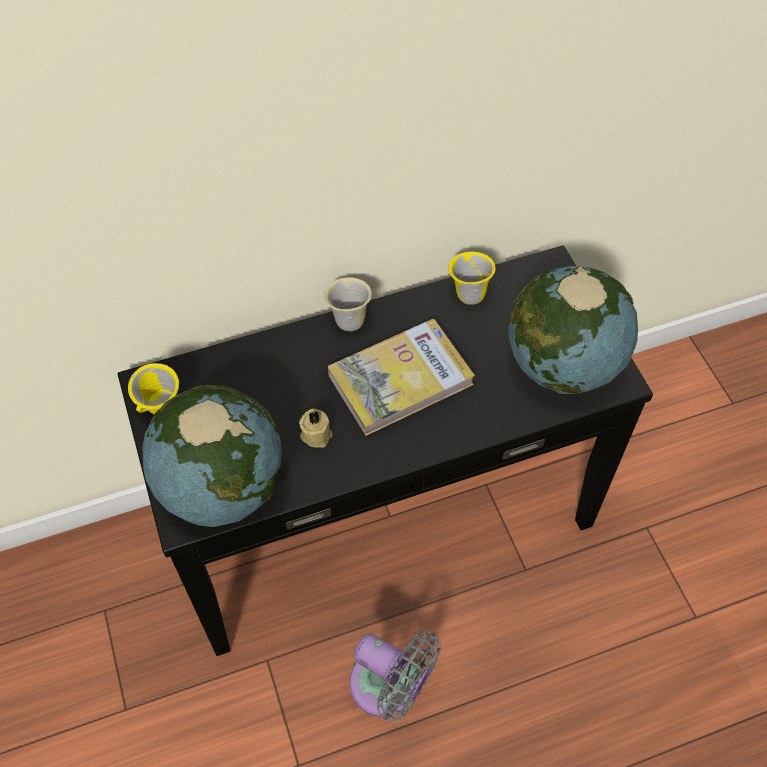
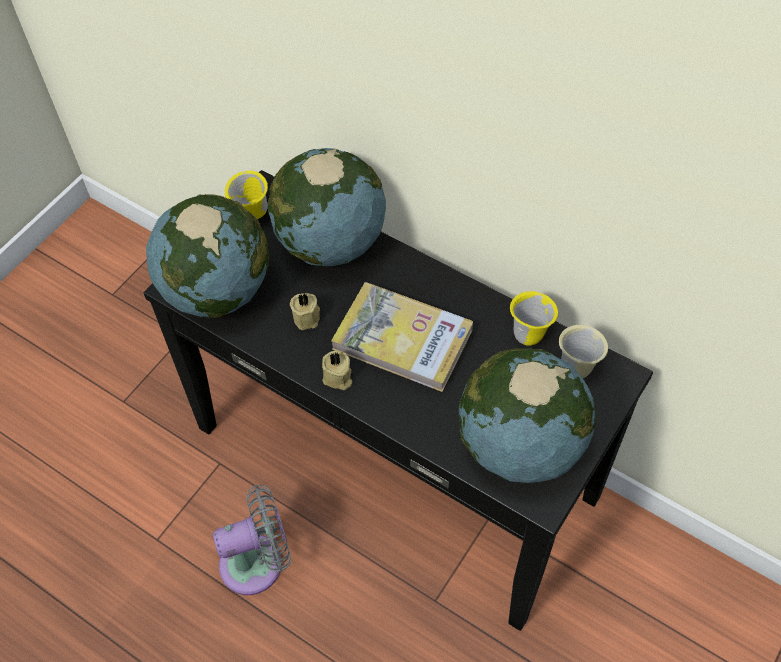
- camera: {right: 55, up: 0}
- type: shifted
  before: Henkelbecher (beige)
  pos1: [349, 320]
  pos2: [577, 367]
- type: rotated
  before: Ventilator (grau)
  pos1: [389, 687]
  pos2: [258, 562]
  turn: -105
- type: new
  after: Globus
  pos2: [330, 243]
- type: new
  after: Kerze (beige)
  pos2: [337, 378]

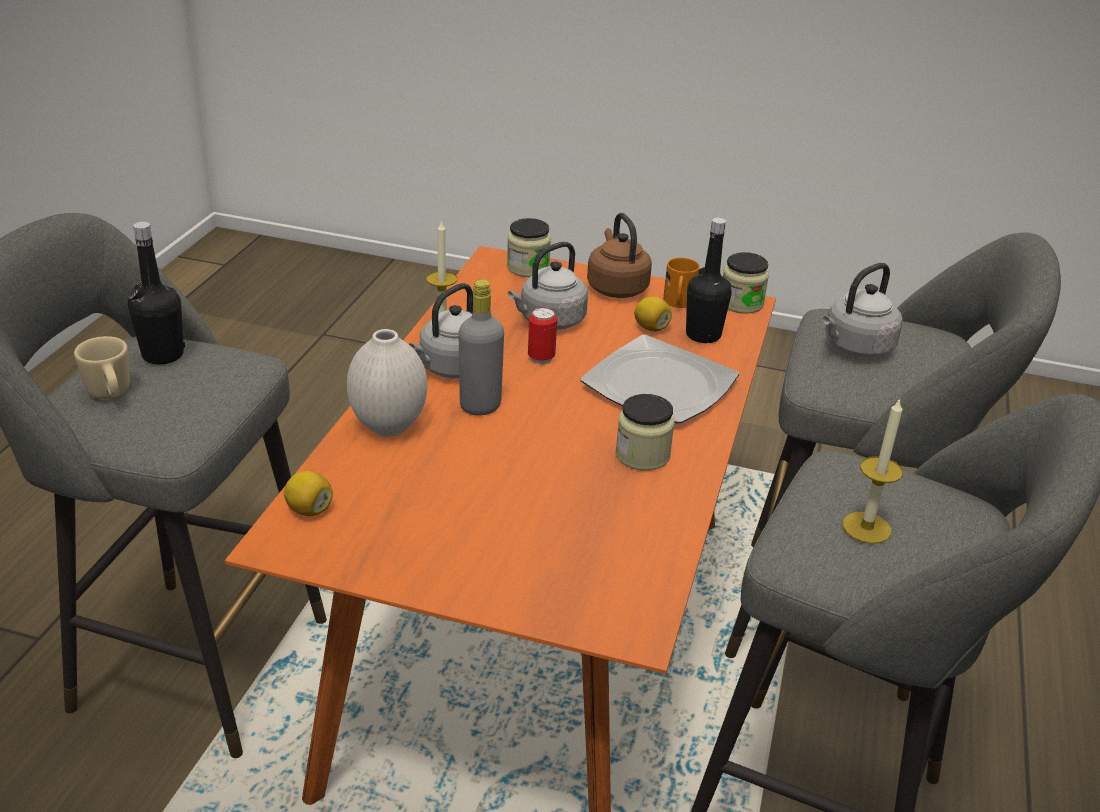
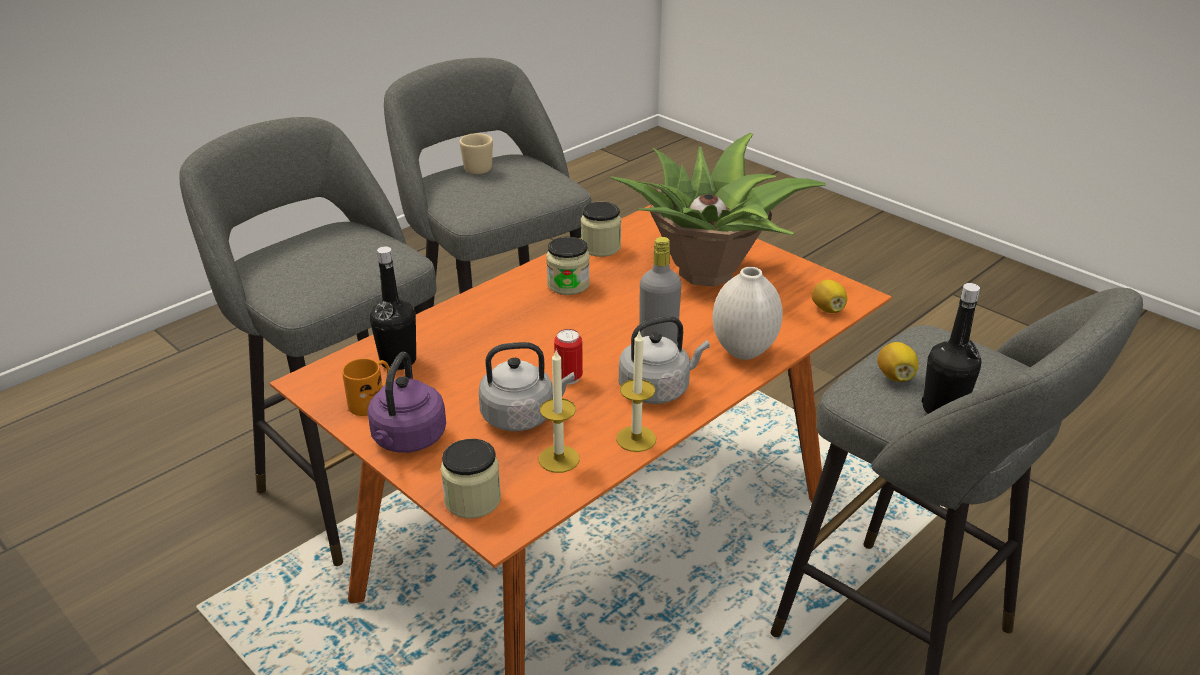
- camera: {right: -150, up: 0}
- type: repainted
  before: Wasserkessel (braun)
  after: Wasserkessel (lila)
  pos1: [616, 287]
  pos2: [407, 440]
- type: shifted
  before: Vorratsglas
  pos1: [741, 303]
  pos2: [600, 247]
- type: gone
  before: Wasserkessel (grau)
  pos1: [855, 348]
- type: shifted
  before: Zitrone
  pos1: [651, 328]
  pos2: [895, 376]
- type: gone
  before: Teller
  pos1: [657, 385]
- type: shifted
  before: Henkelbecher (beige)
  pos1: [111, 395]
  pos2: [478, 168]
- type: shifted
  before: Kerze
  pos1: [866, 528]
  pos2: [559, 459]
- type: new
  after: Topfpflanze
  pos2: [709, 272]

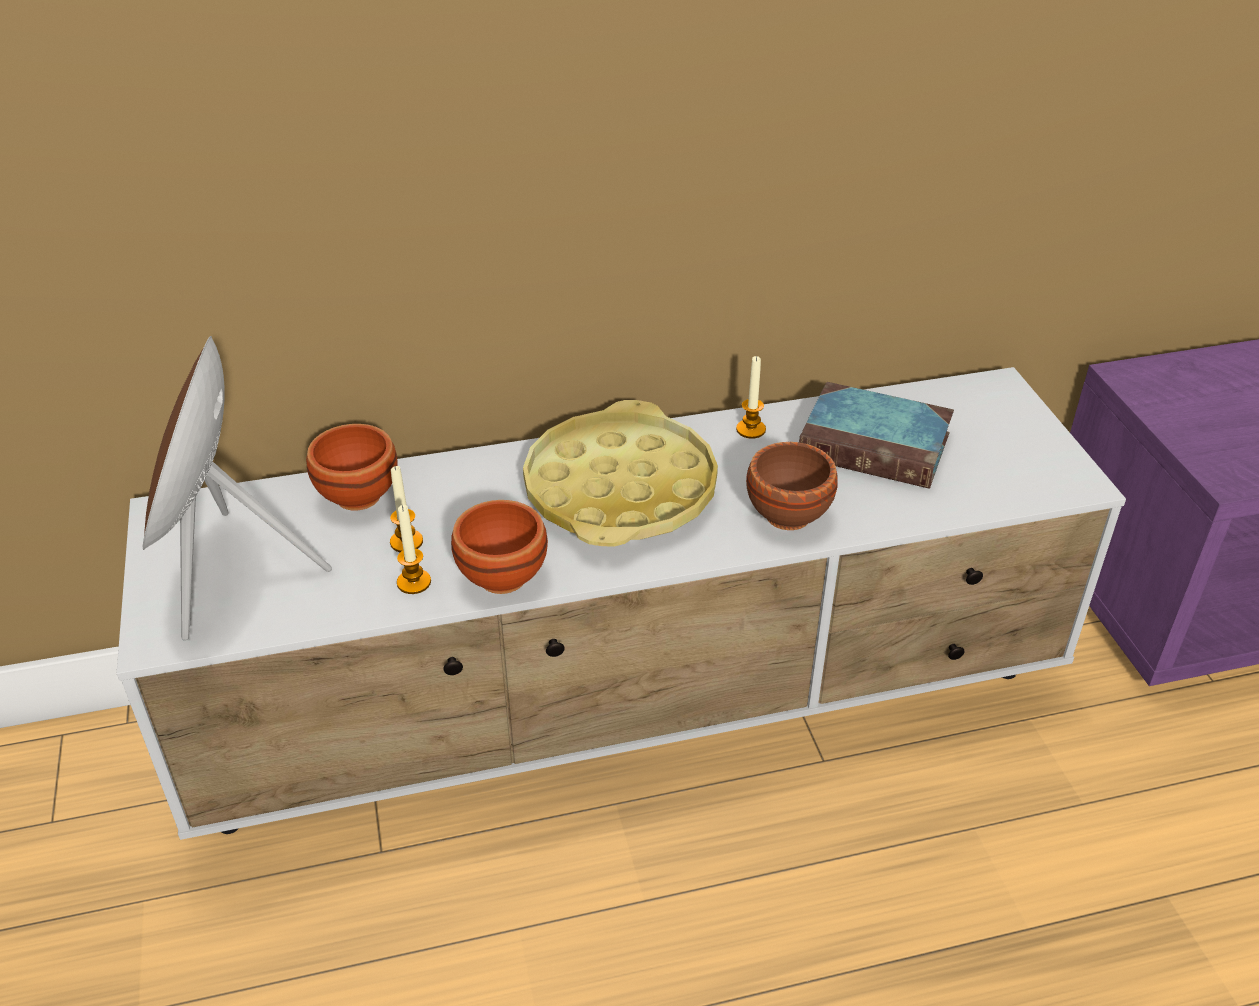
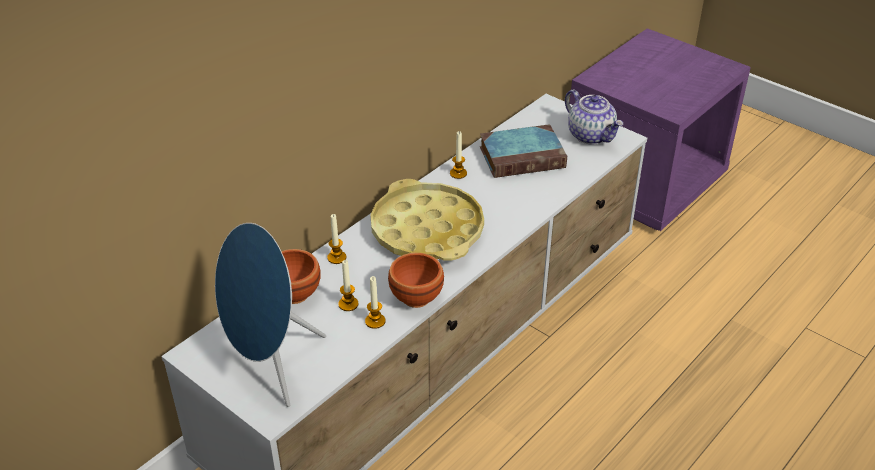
- camera: {right: -35, up: 0}
- type: repainted
  before: Lautsprecher (braun)
  after: Lautsprecher (blau)
  pos1: [227, 574]
  pos2: [270, 365]
- type: gone
  before: Schüssel (braun)
  pos1: [785, 515]
- type: new
  after: Teekanne
  pos2: [591, 135]
- type: new
  after: Kerze
  pos2: [336, 258]

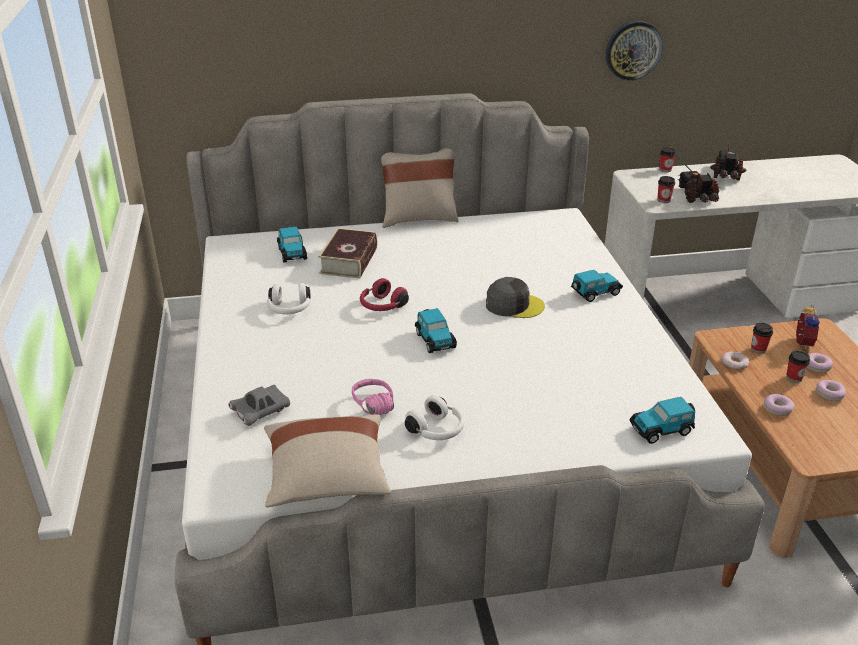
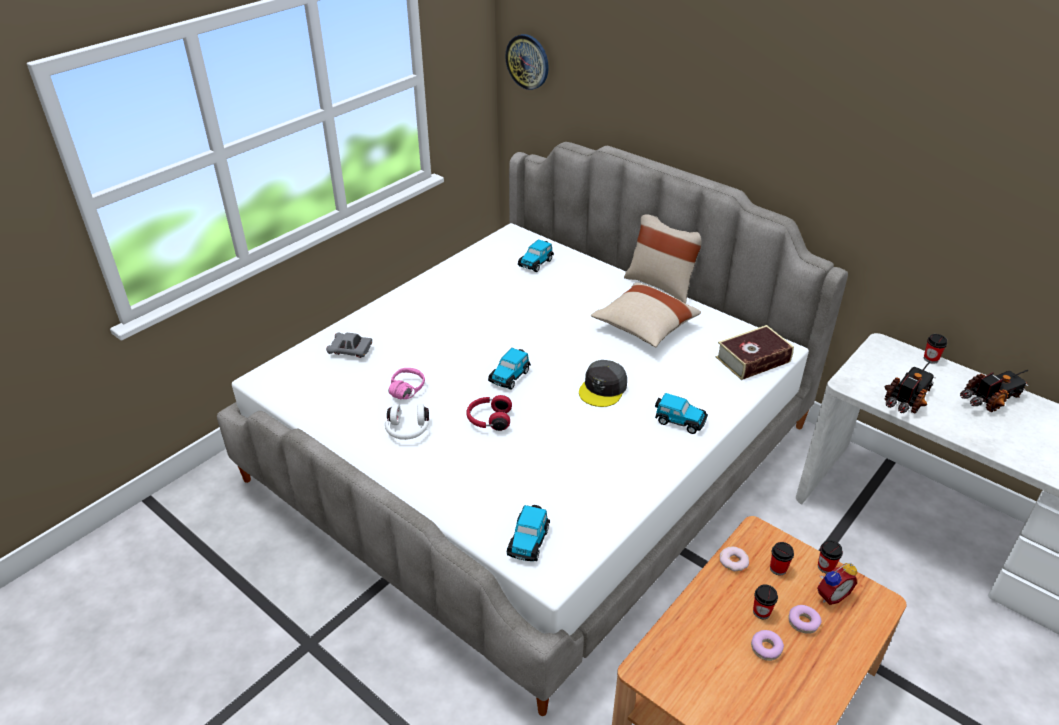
- camera: {right: 50, up: 5}
- type: shifted
  before: Wanduhr
  pos1: [633, 50]
  pos2: [528, 61]
- type: shifted
  before: Tasse
  pos1: [663, 200]
  pos2: [825, 567]
- type: shifted
  before: Buch
  pos1: [349, 261]
  pos2: [753, 359]
- type: rotated
  before: Kappe (grau)
  pos1: [513, 305]
  pos2: [603, 388]
  turn: 60
- type: shifted
  before: Kopfhörer (rot)
  pos1: [382, 306]
  pos2: [489, 420]
- type: gone
  before: Kopfhörer (weiß)
  pos1: [289, 309]
- type: gone
  before: Donut
  pos1: [777, 409]
- type: rotated
  before: Spielzeugauto
  pos1: [662, 429]
  pos2: [528, 541]
  turn: -105
- type: shifted
  before: Kissen (beige)
  pos1: [327, 477]
  pos2: [644, 327]

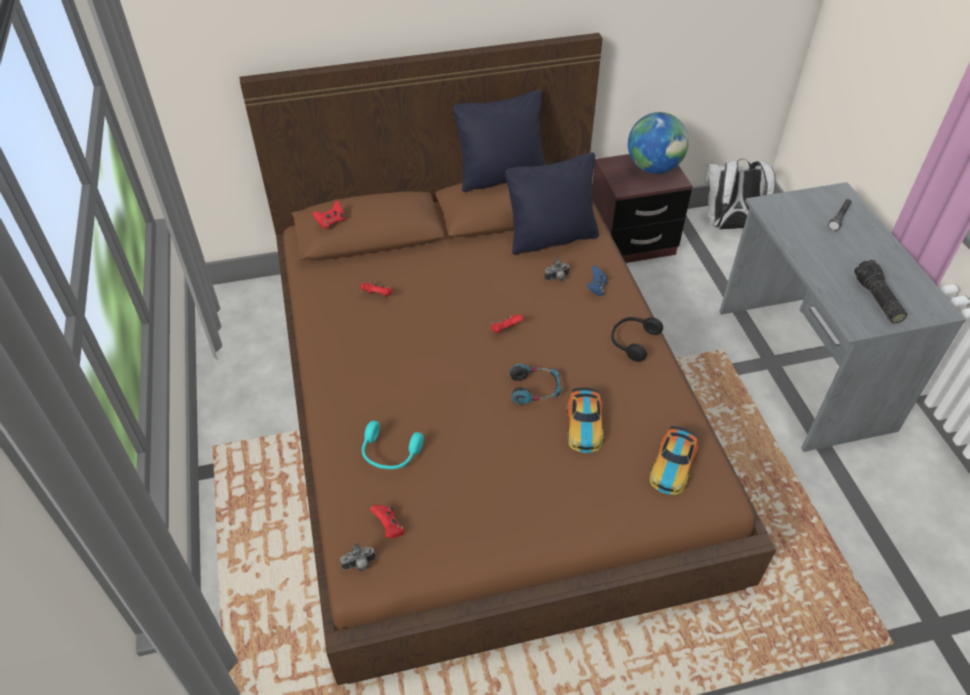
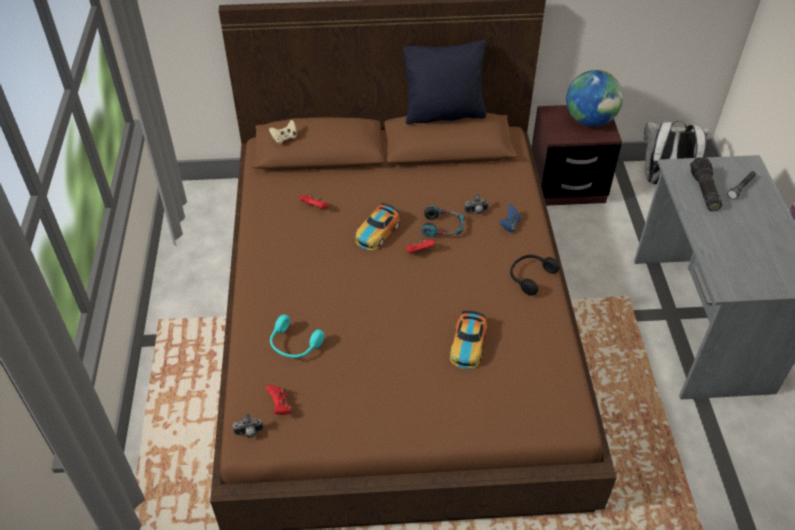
- camera: {right: 10, up: 0}
- type: gone
  before: Kissen (schwarz)
  pos1: [551, 238]
- type: repainted
  before: Gamepad (rot)
  after: Gamepad (beige)
  pos1: [331, 222]
  pos2: [284, 138]
- type: shifted
  before: Taschenlampe
  pos1: [876, 299]
  pos2: [703, 190]
- type: shifted
  before: Kopfhörer
  pos1: [534, 389]
  pos2: [442, 227]
- type: shifted
  before: Spielzeugauto
  pos1: [672, 466]
  pos2: [377, 232]

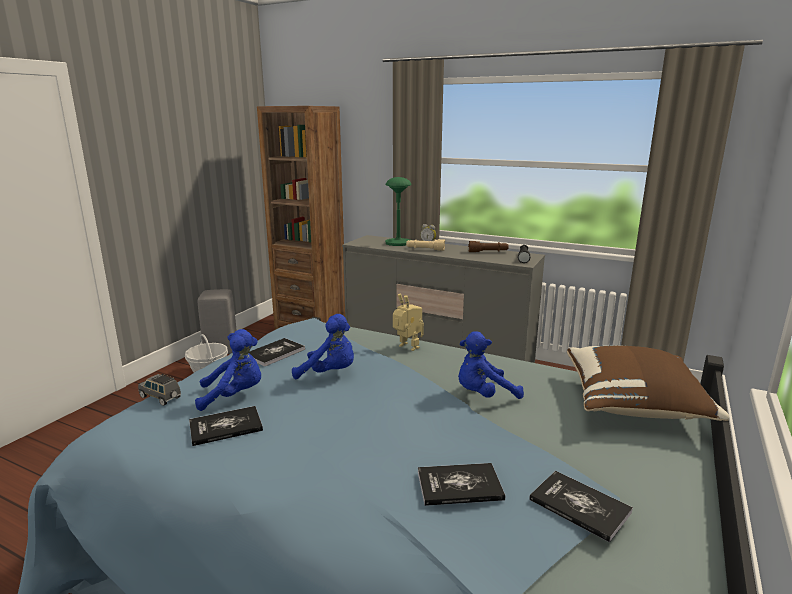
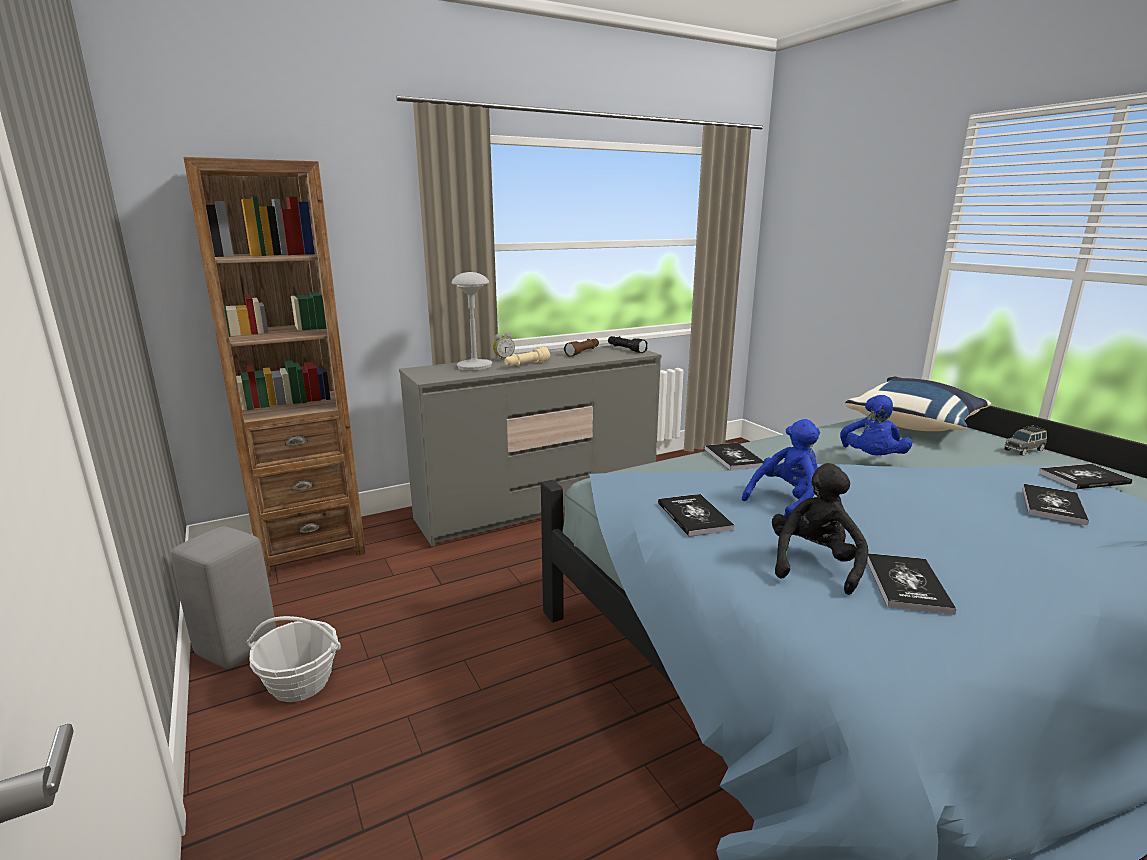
- camera: {right: -55, up: 0}
- type: repainted
  before: Tischlampe (grün)
  after: Tischlampe (grau)
  pos1: [398, 243]
  pos2: [474, 366]
- type: swapped
  before: Spielzeugroboter
  after: Buch
  pos1: [407, 348]
  pos2: [734, 457]
- type: repainted
  before: Plüschtier (blau)
  after: Plüschtier (schwarz)
  pos1: [234, 395]
  pos2: [814, 564]
- type: repainted
  before: Kissen (braun)
  after: Kissen (blau)
  pos1: [634, 405]
  pos2: [915, 425]
- type: shifted
  before: Spielzeugauto (grau)
  pos1: [160, 397]
  pos2: [1024, 450]

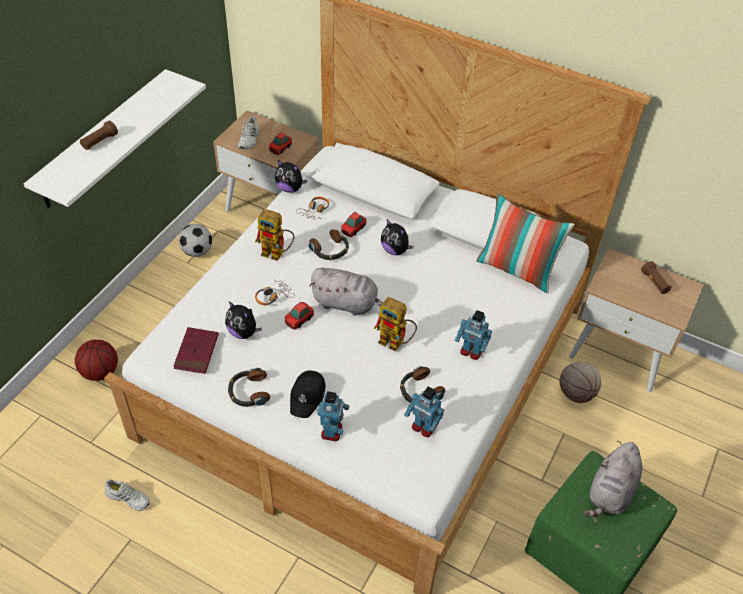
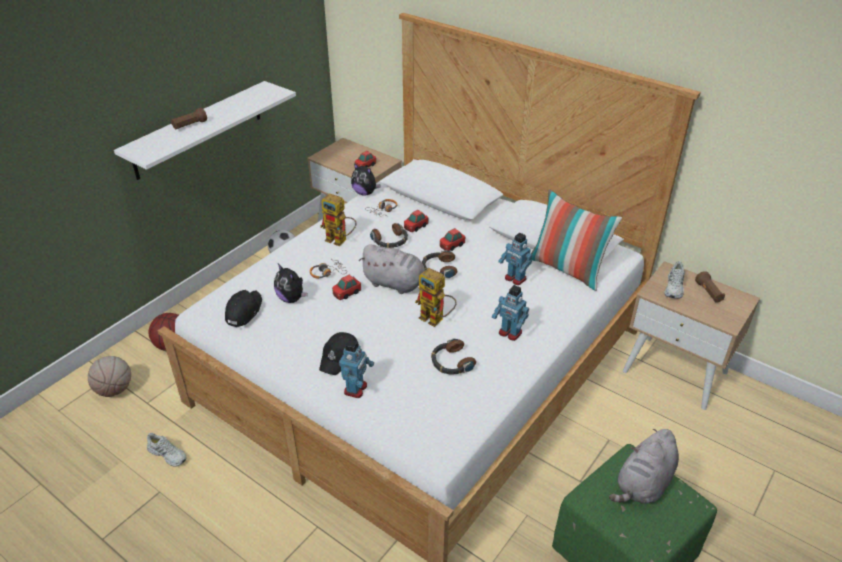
- camera: {right: 10, up: -10}
- type: shifted
  before: Schuh (weiß)
  pos1: [249, 139]
  pos2: [674, 287]
- type: swapped
  before: Plüschtier
  after: Spielzeugauto
  pos1: [395, 250]
  pos2: [452, 245]
- type: swapped
  before: Buch (rot)
  after: Kappe (schwarz)
  pos1: [196, 352]
  pos2: [243, 311]
- type: shifted
  before: Basketball
  pos1: [576, 393]
  pos2: [115, 389]
- type: shifted
  before: Kopfhörer
  pos1: [248, 392]
  pos2: [438, 269]
- type: shifted
  before: Spielzeugroboter
  pos1: [423, 427]
  pos2: [515, 279]

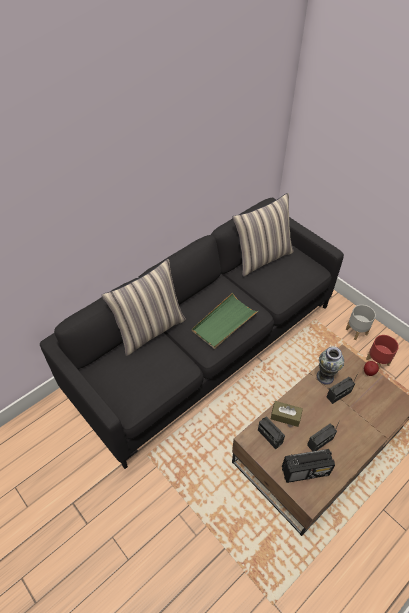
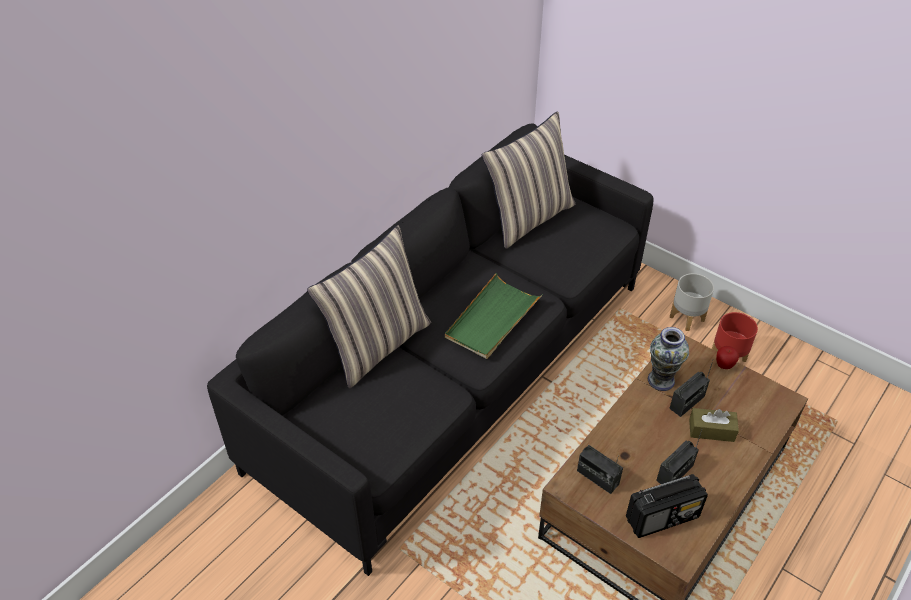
- camera: {right: -10, up: -5}
- type: shifted
  before: Taschentuchbox (braun)
  pos1: [285, 416]
  pos2: [711, 430]

